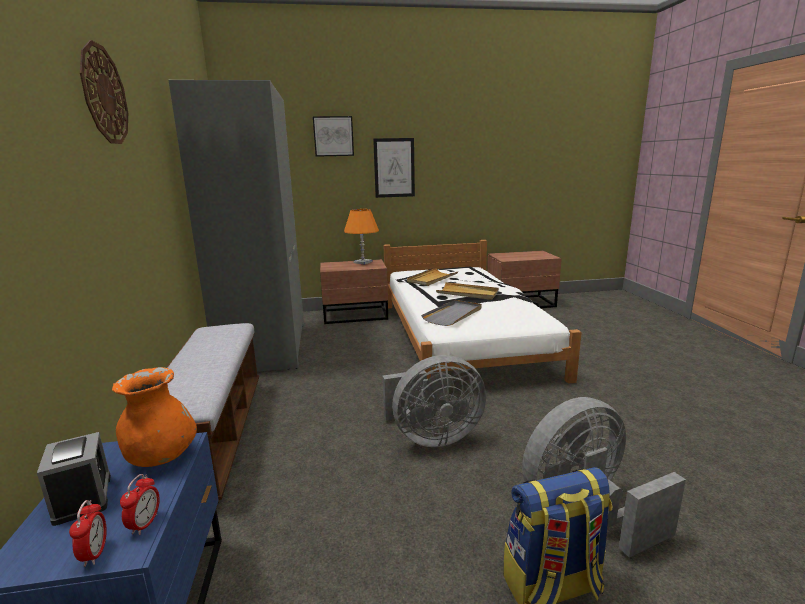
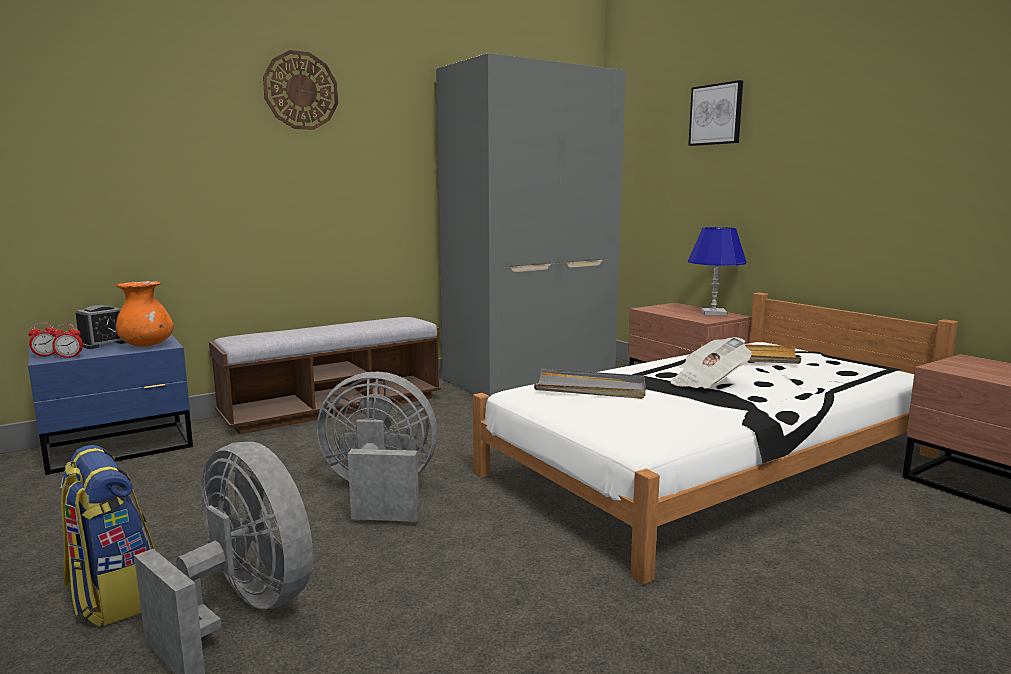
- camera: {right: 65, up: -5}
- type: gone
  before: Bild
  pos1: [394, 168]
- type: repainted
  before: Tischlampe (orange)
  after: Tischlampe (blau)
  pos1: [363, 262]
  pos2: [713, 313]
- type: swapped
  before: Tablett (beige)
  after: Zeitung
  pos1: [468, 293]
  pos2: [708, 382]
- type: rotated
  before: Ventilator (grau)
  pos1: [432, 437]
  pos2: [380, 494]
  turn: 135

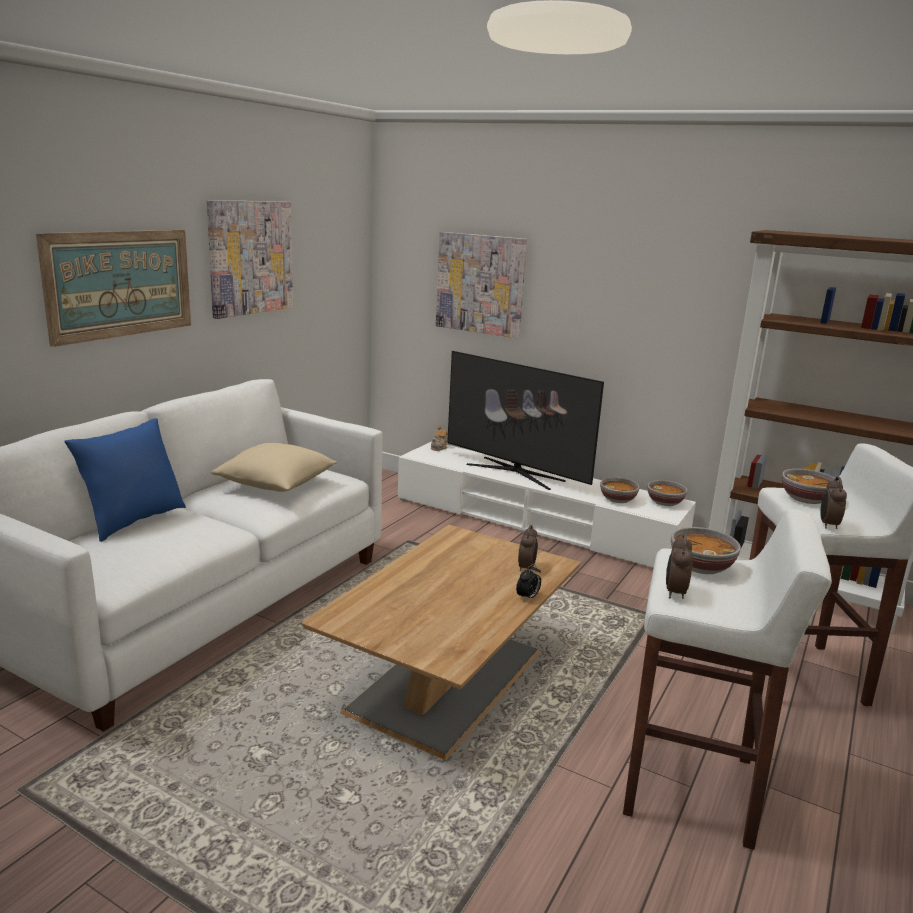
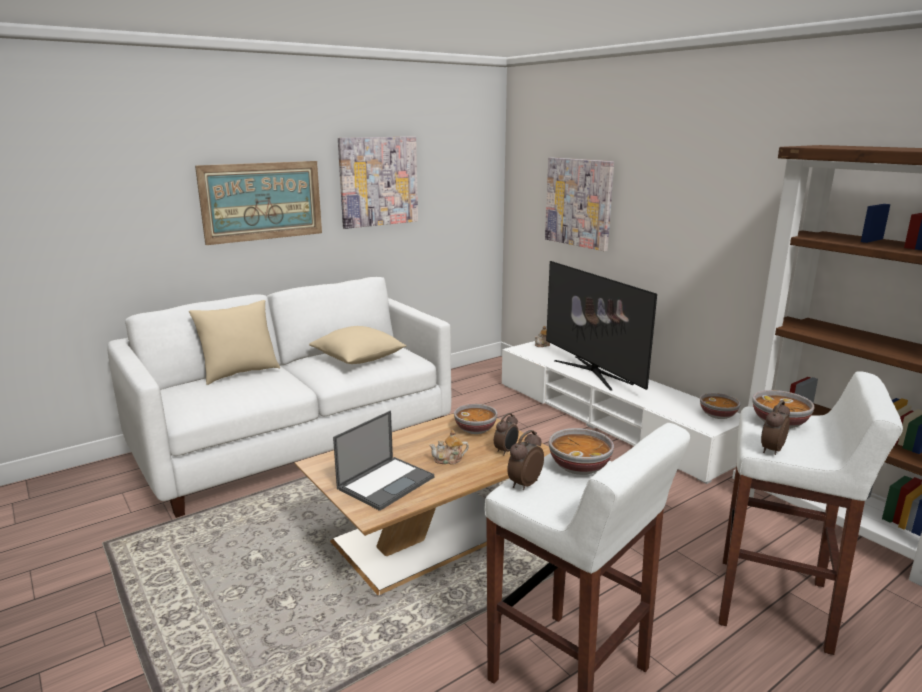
- camera: {right: 25, up: 0}
- type: repainted
  before: Kissen (blau)
  after: Kissen (beige)
  pos1: [133, 521]
  pos2: [240, 373]
- type: shifted
  before: Schüssel
  pos1: [618, 499]
  pos2: [476, 429]
- type: gone
  before: Wecker
  pos1: [528, 597]
- type: new
  after: Laptop
  pos2: [386, 482]
- type: new
  after: Teekanne
  pos2: [449, 459]

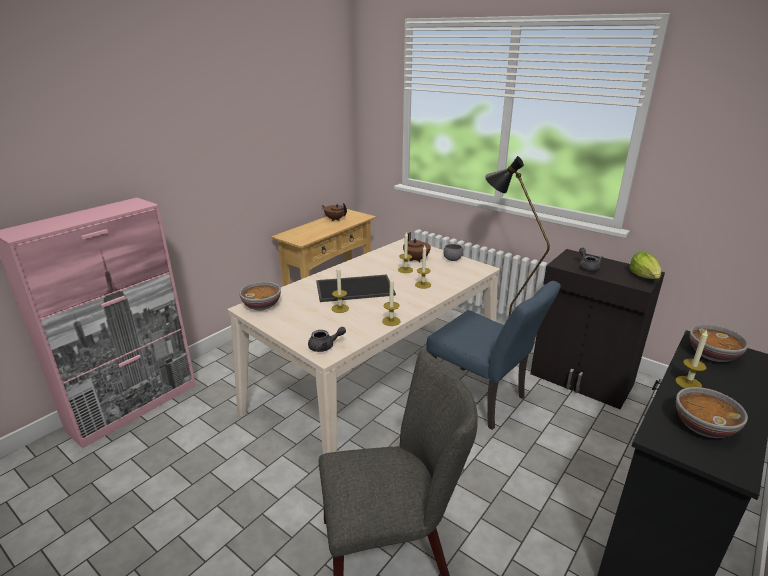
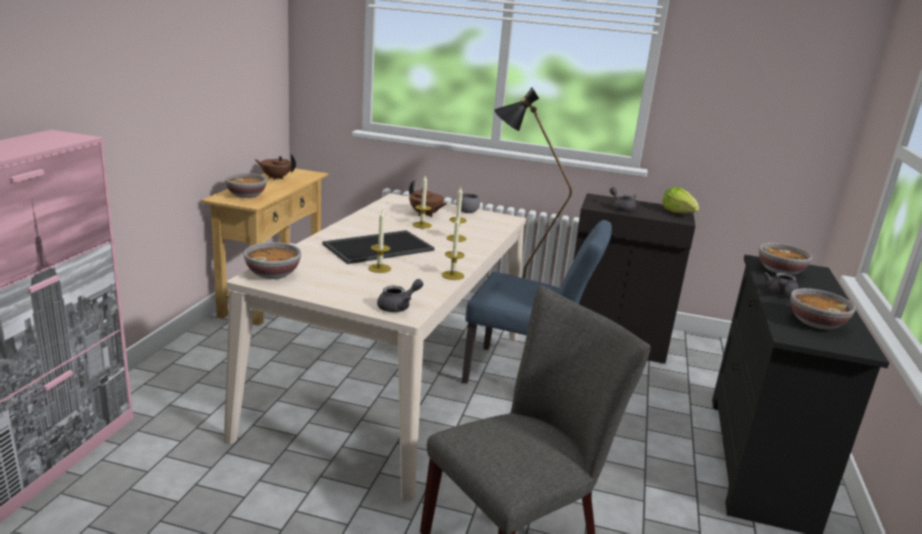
- camera: {right: -25, up: -5}
- type: swapped
  before: Kerze
  after: Teekanne (grau)
  pos1: [688, 383]
  pos2: [780, 293]
- type: new
  after: Schüssel
  pos2: [247, 195]

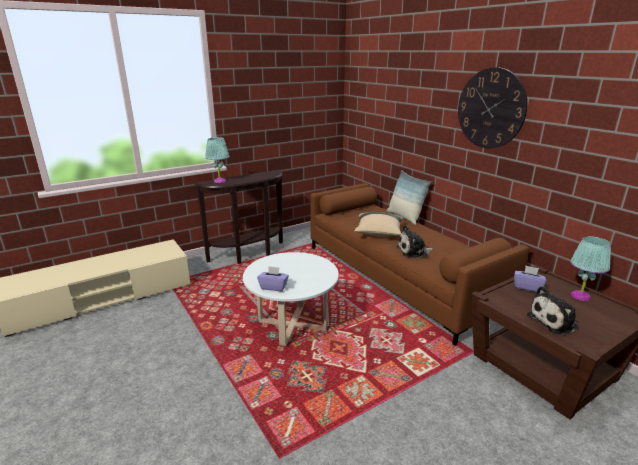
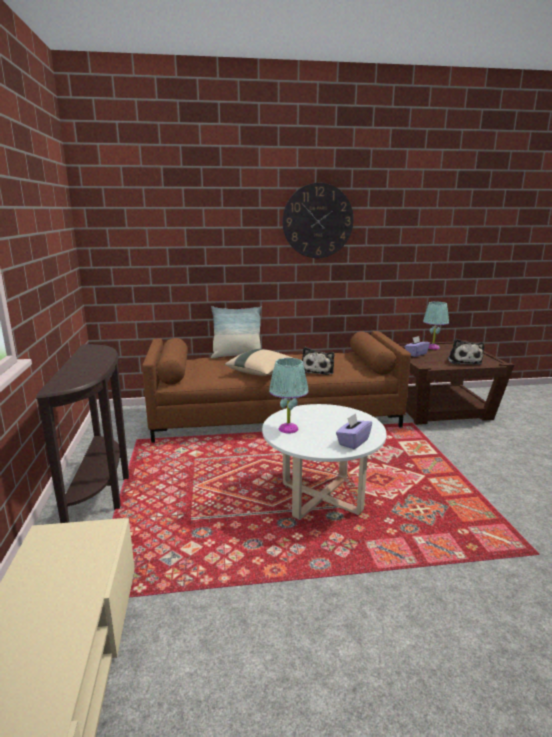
- camera: {right: -65, up: -5}
- type: shifted
  before: Tischlampe (türkis)
  pos1: [219, 181]
  pos2: [288, 429]

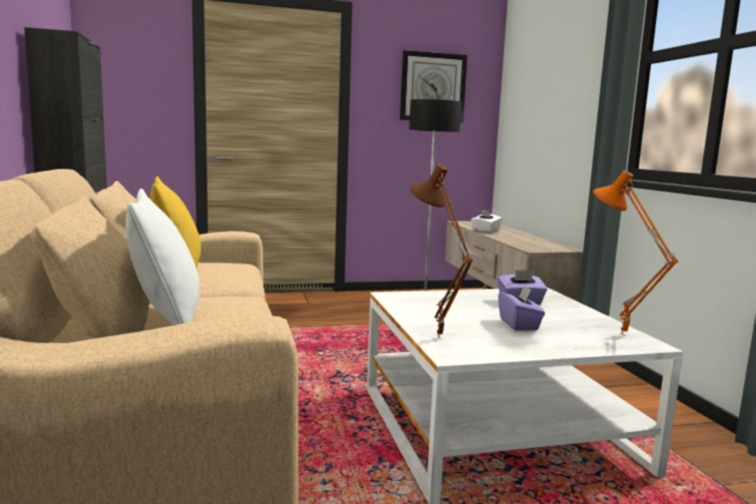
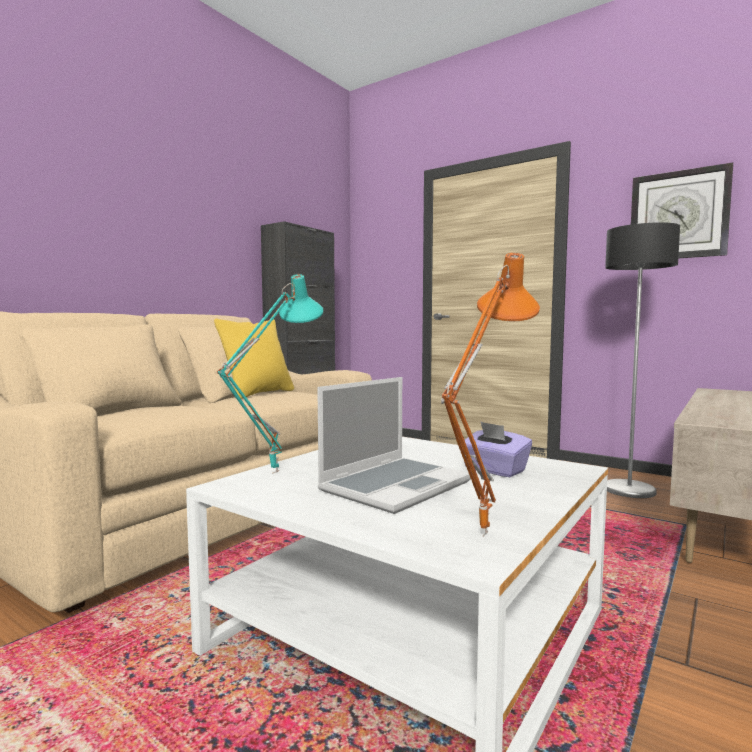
- camera: {right: 50, up: -5}
- type: repainted
  before: Tischlampe (braun)
  after: Tischlampe (türkis)
  pos1: [436, 338]
  pos2: [272, 472]
- type: gone
  before: Kissen (weiß)
  pos1: [166, 321]
- type: gone
  before: Taschentuchbox (weiß)
  pos1: [485, 231]
- type: swapped
  before: Taschentuchbox (lila)
  after: Laptop
  pos1: [519, 324]
  pos2: [396, 485]

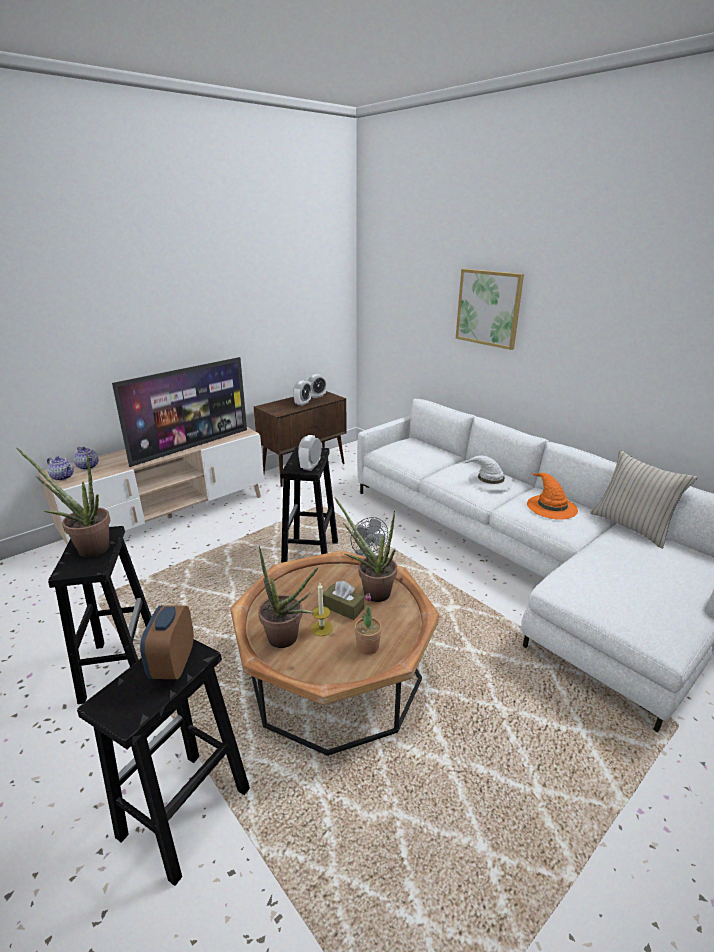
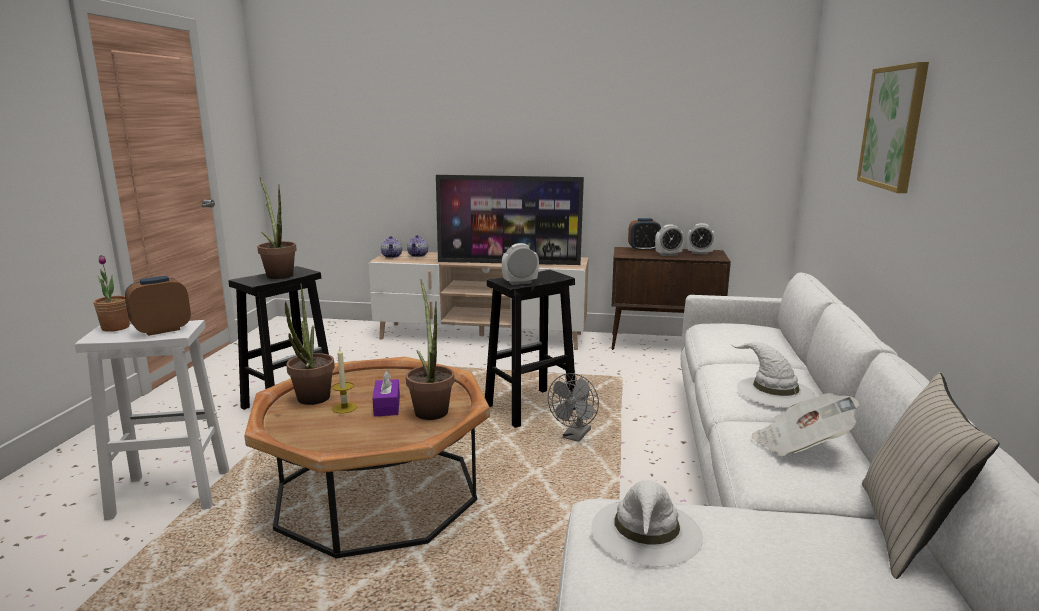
- camera: {right: 50, up: -10}
- type: swapped
  before: Hut (orange)
  after: Zeitung
  pos1: [551, 506]
  pos2: [800, 446]
- type: repainted
  before: Taschentuchbox (braun)
  after: Taschentuchbox (lila)
  pos1: [343, 607]
  pos2: [387, 406]
- type: shifted
  before: Topfpflanze
  pos1: [367, 646]
  pos2: [115, 328]
- type: repainted
  before: Hocker (schwarz)
  after: Hocker (weiß)
  pos1: [184, 815]
  pos2: [168, 493]
- type: new
  after: Wecker
  pos2: [643, 250]
- type: new
  after: Hut (weiß)
  pos2: [646, 532]

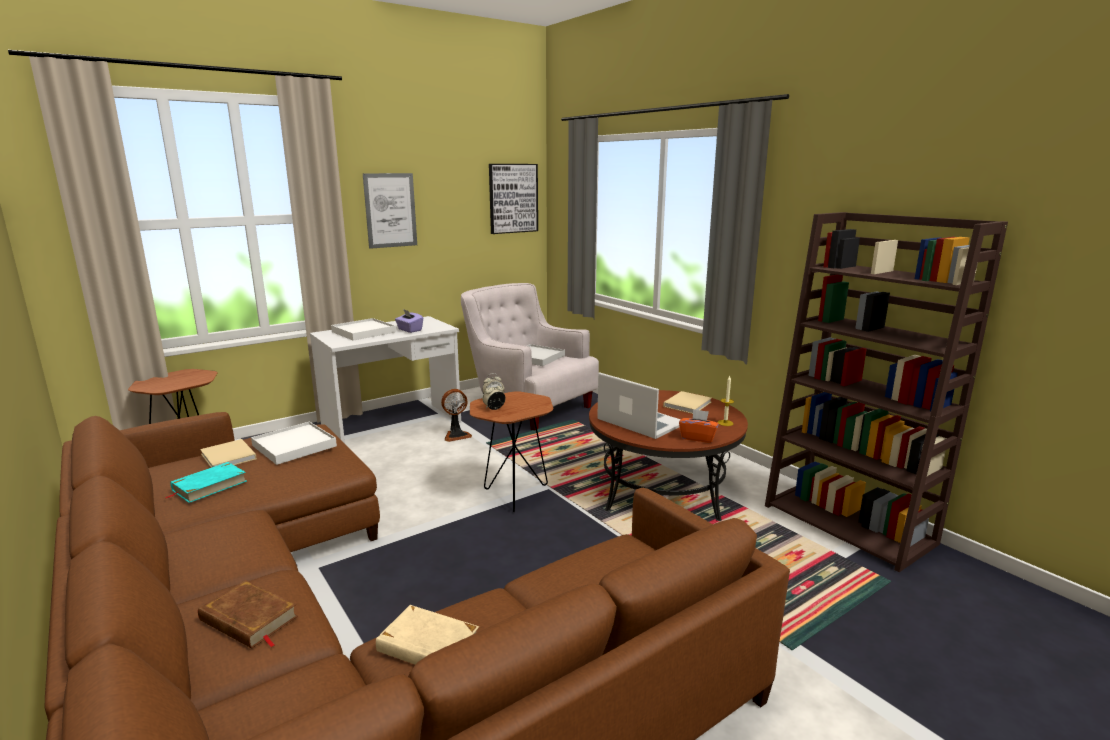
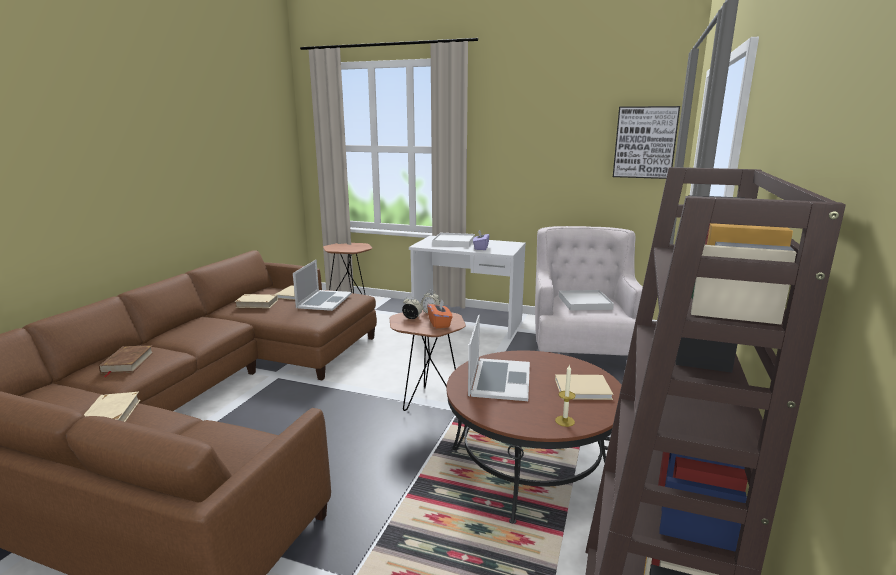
- camera: {right: 55, up: 0}
- type: gone
  before: Bild
  pos1: [390, 210]
- type: gone
  before: Ventilator
  pos1: [456, 435]
- type: shifted
  before: Taschentuchbox (orange)
  pos1: [698, 438]
  pos2: [439, 323]
- type: swapped
  before: Tablett (weiß)
  after: Laptop
  pos1: [294, 446]
  pos2: [324, 300]
- type: repainted
  before: Buch (türkis)
  after: Buch (beige)
  pos1: [209, 486]
  pos2: [257, 303]

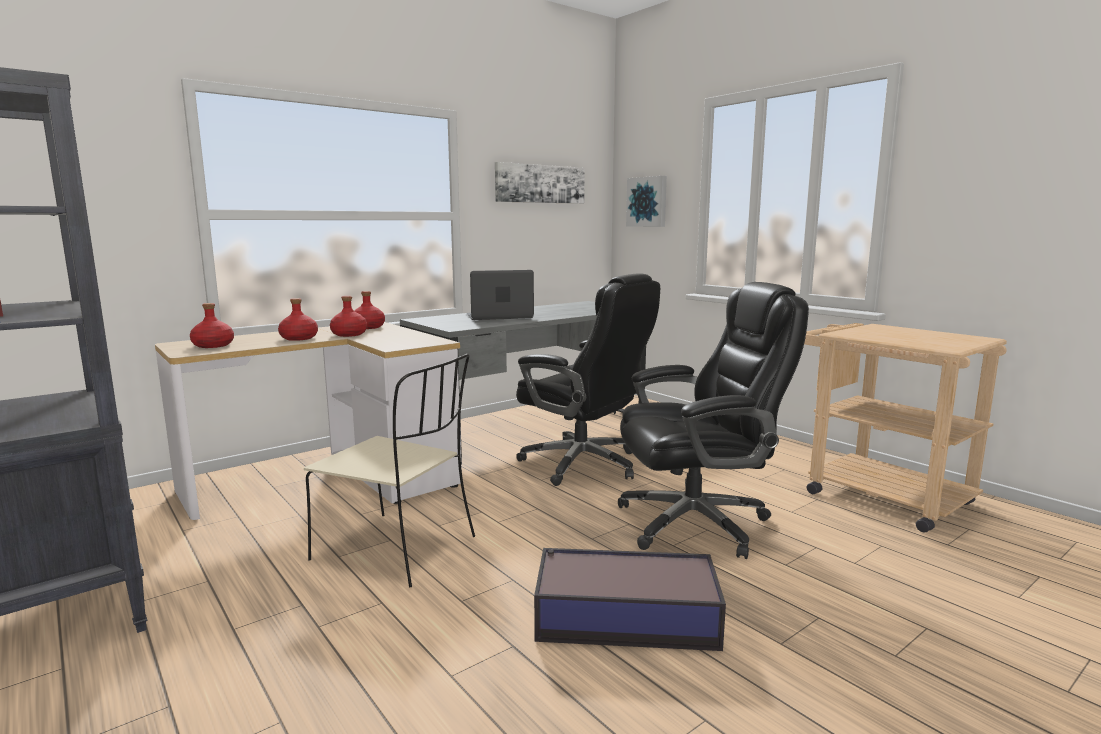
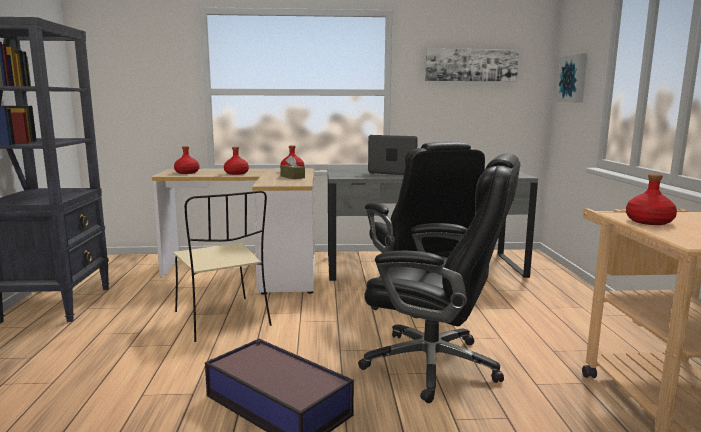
- camera: {right: 35, up: 0}
- type: shifted
  before: Flasche (rot)
  pos1: [348, 334]
  pos2: [648, 221]
- type: new
  after: Taschentuchbox (braun)
  pos2: [292, 177]

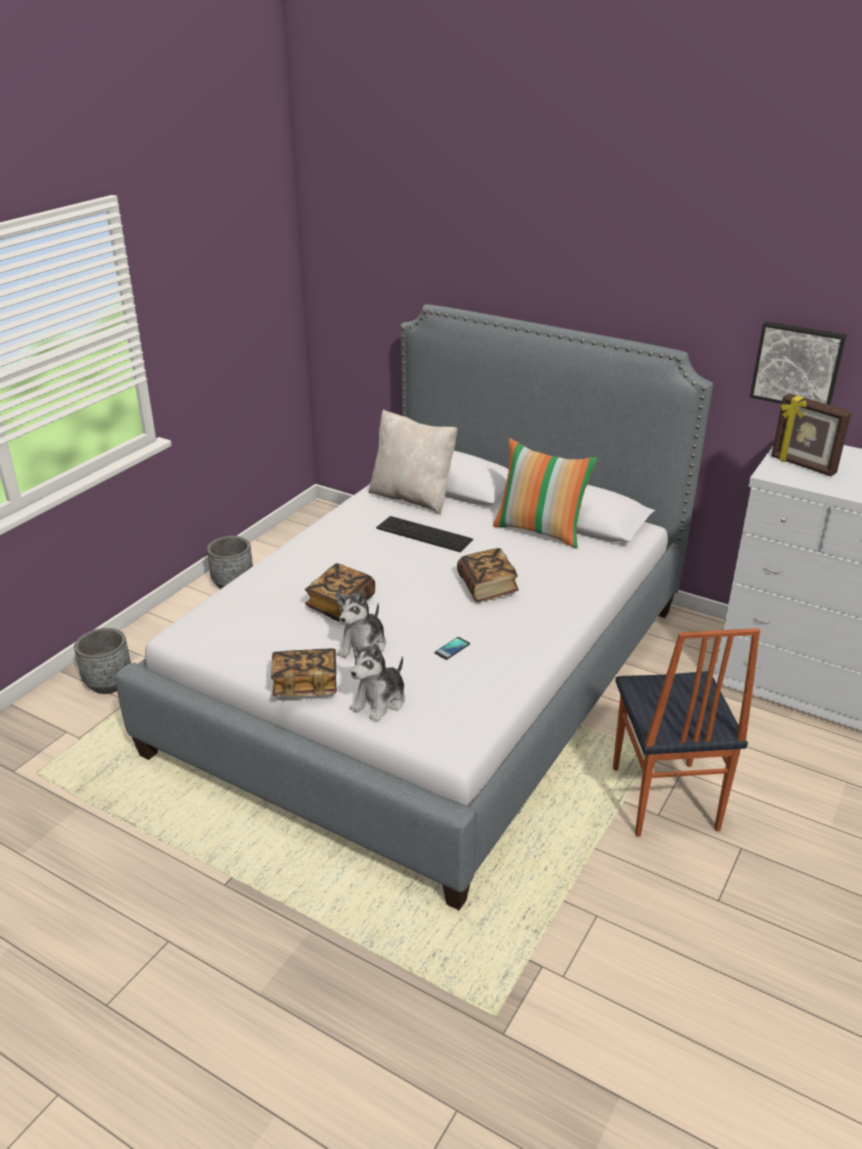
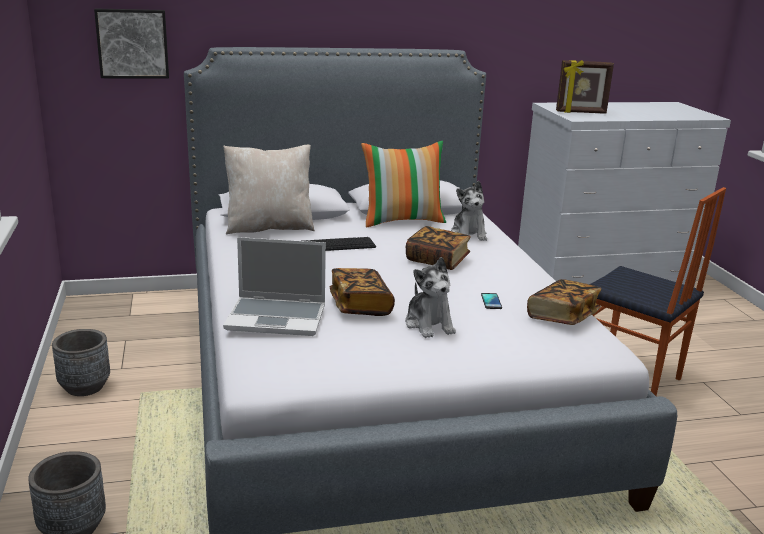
- camera: {right: -45, up: -10}
- type: shifted
  before: Bild
  pos1: [797, 365]
  pos2: [132, 43]
- type: shifted
  before: Plüschtier
  pos1: [380, 701]
  pos2: [469, 234]
- type: shifted
  before: Buch
  pos1: [305, 685]
  pos2: [562, 317]
- type: new
  after: Laptop
  pos2: [278, 318]

